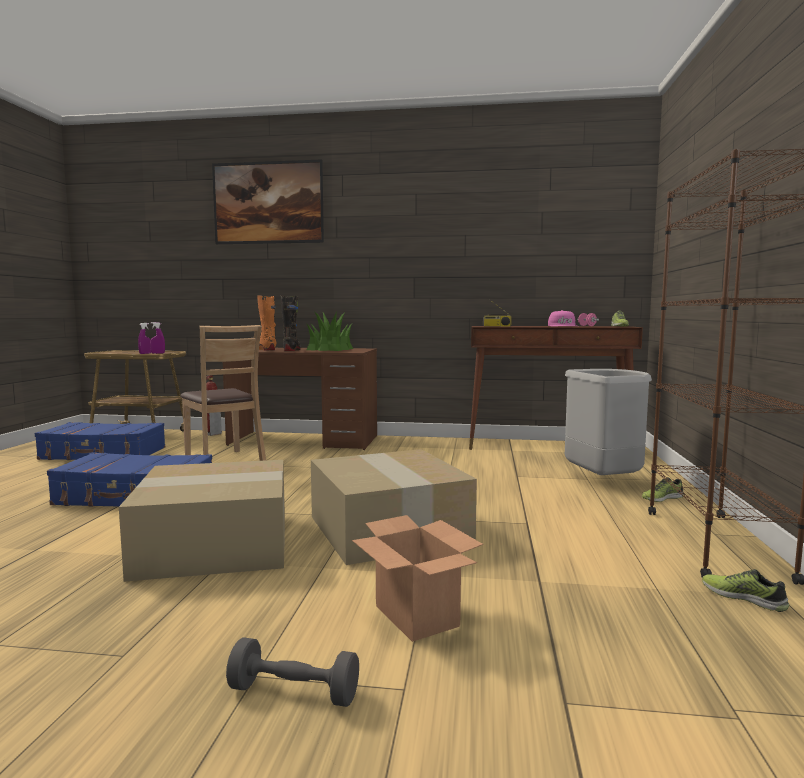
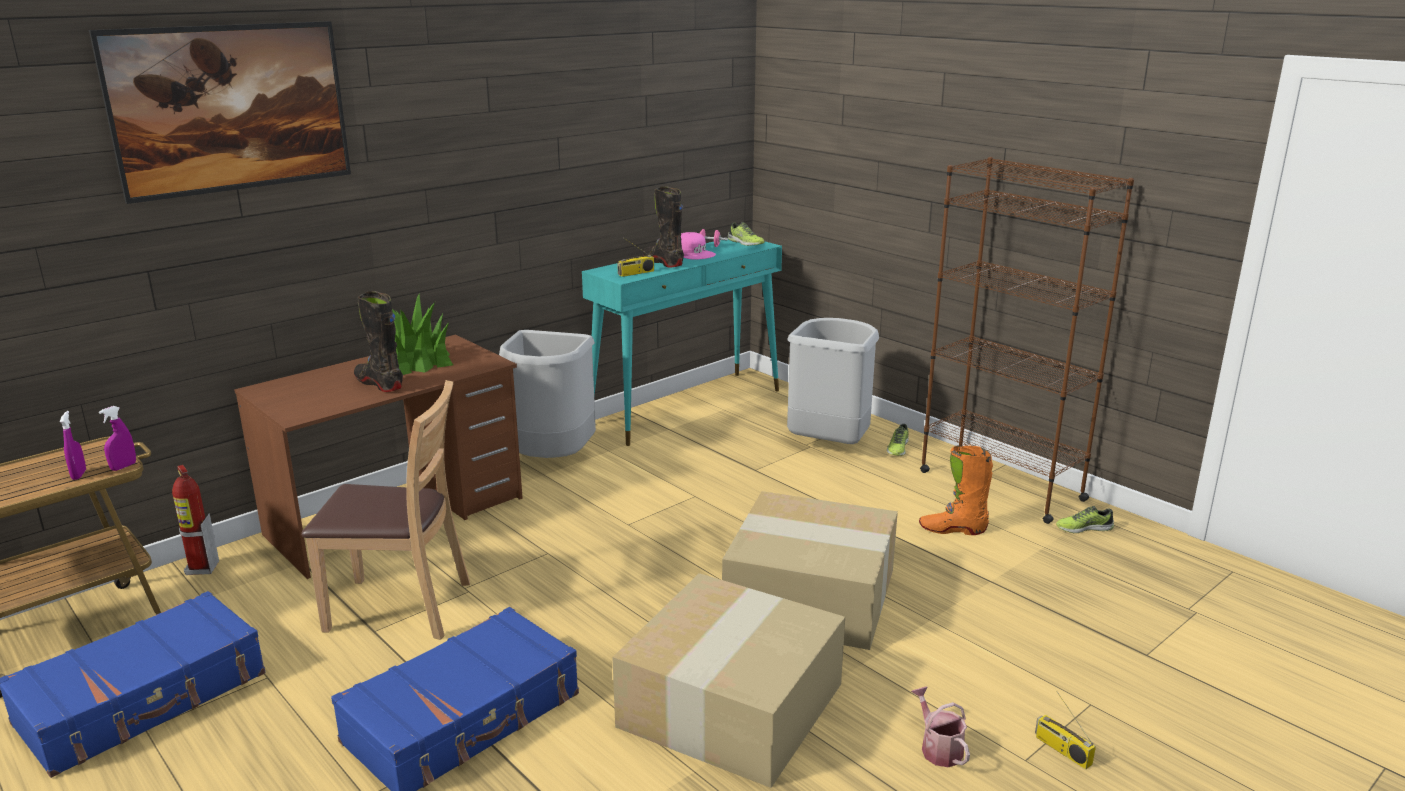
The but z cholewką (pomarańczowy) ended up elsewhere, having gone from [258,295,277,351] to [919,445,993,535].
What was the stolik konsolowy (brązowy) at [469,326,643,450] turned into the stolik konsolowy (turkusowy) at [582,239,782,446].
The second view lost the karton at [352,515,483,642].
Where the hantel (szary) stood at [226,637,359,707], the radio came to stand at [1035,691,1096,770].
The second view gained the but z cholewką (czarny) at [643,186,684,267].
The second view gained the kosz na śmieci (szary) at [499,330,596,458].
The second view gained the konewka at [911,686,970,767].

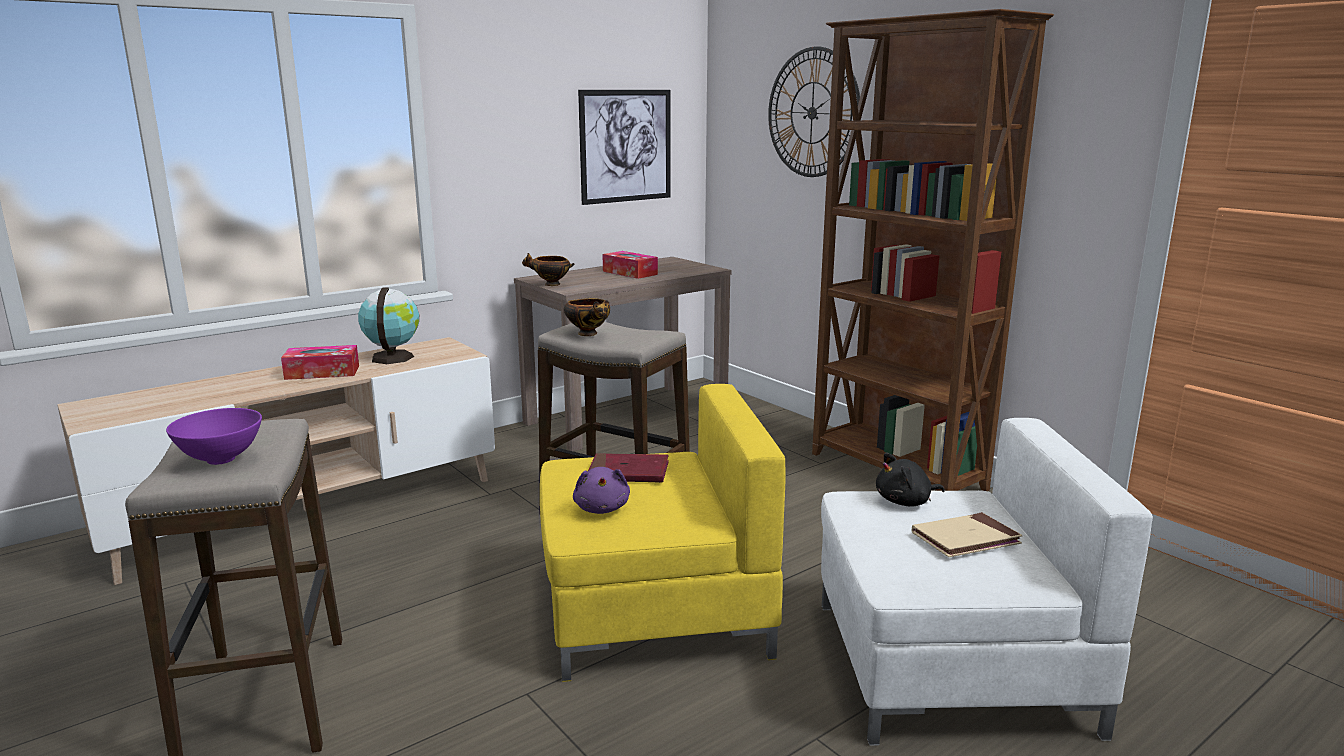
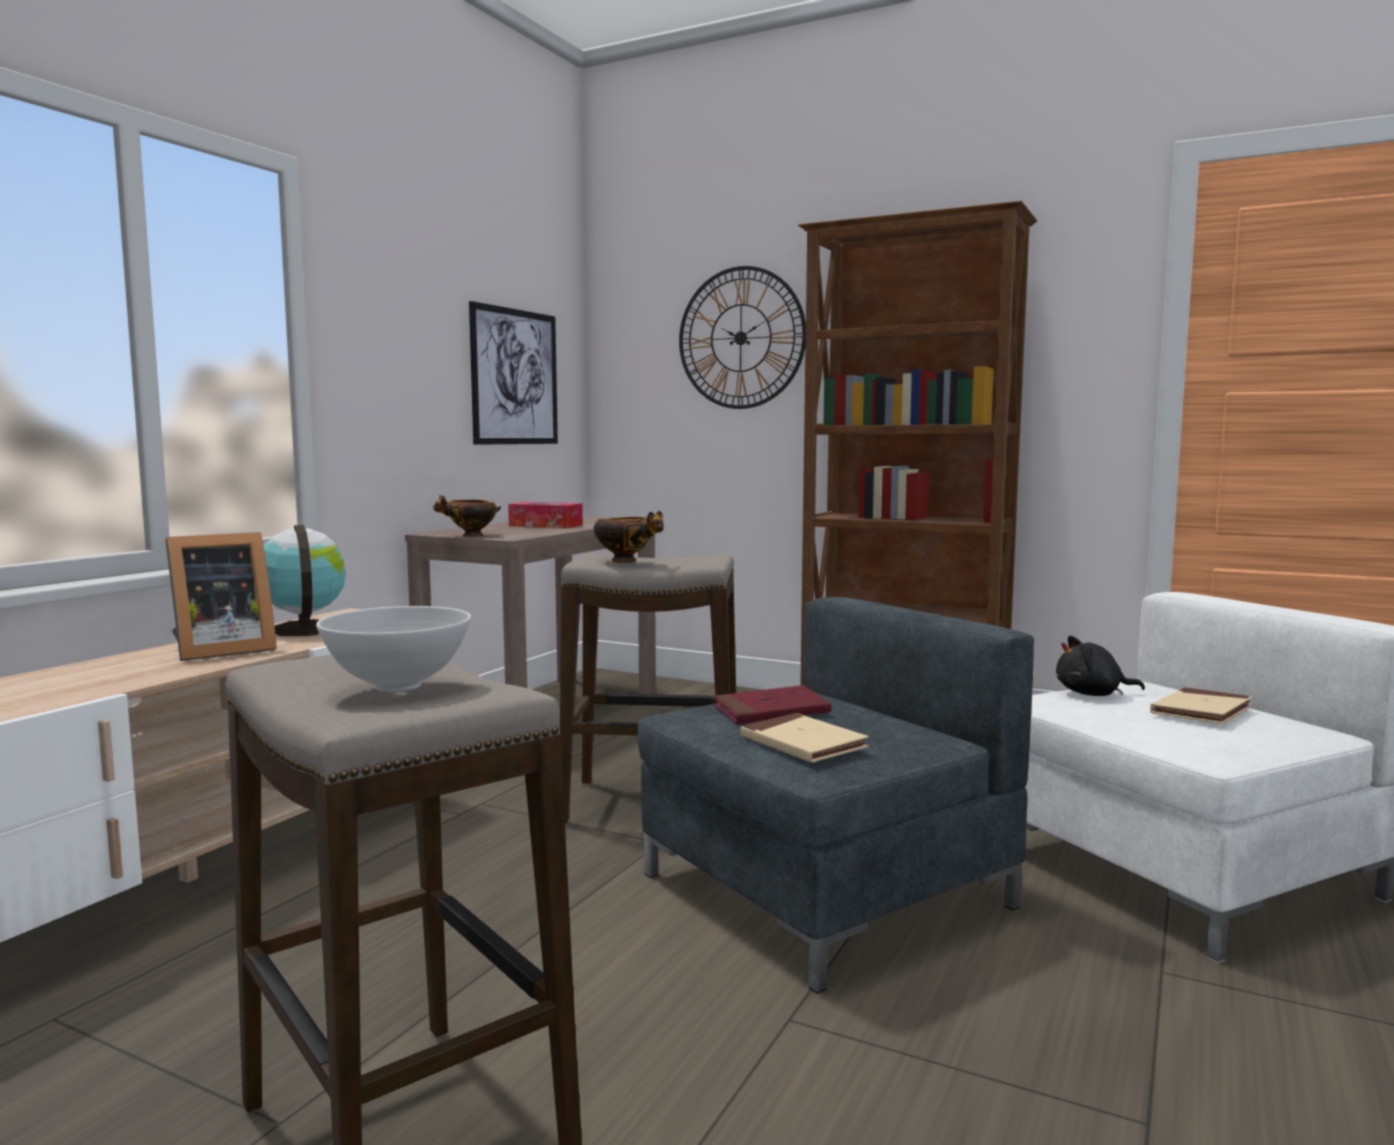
Where the pudełko chusteczek stood at [281,345,359,380], the ramka na zdjęcie came to stand at [165,532,277,661].
What was the fotel (żółty) at [540,384,785,682] turned into the fotel (szary) at [637,597,1034,994].
What was the miska (fioletowy) at [166,408,262,465] turned into the miska (biały) at [316,606,471,692].
The pluszak (czarny) at [876,453,945,506] ended up facing another way, 45 degrees clockwise from before.
Where the pluszak (fioletowy) stood at [573,467,630,514], the książka (beżowy) came to stand at [741,713,869,763].

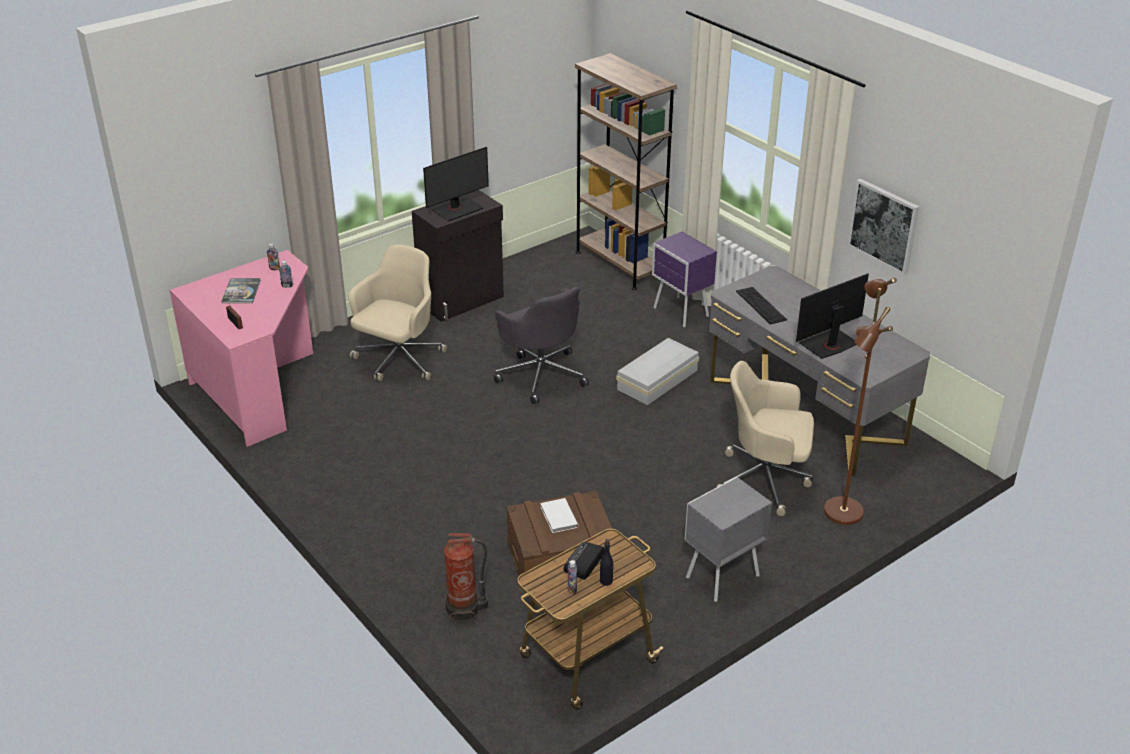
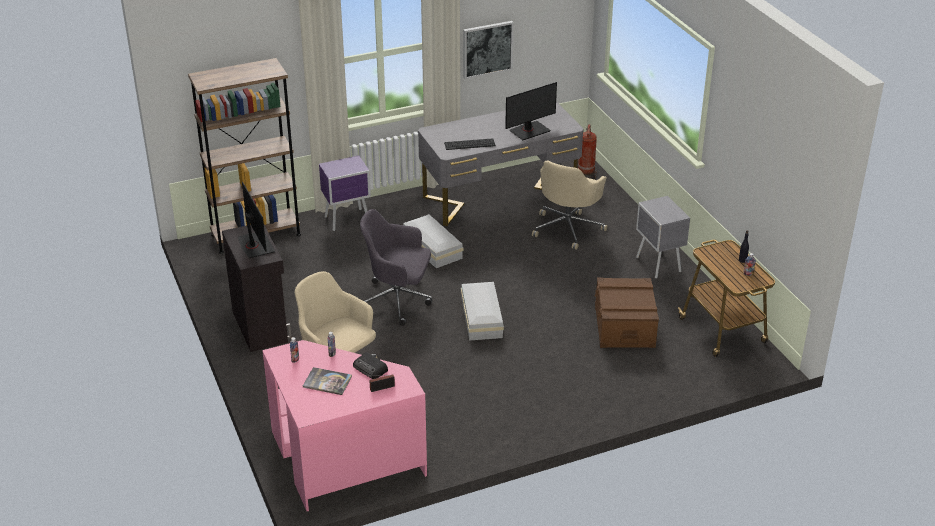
The monitor at [796,274,869,359] ended up facing another way, 105 degrees counterclockwise from before.
The second view lost the lampa stojąca (brązowy) at [824,277,897,525].
The krzesło biurowe (szary) at [494,287,589,404] ended up facing another way, 150 degrees counterclockwise from before.
The second view lost the książka (biały) at [540,498,578,533].
The gaśnica ended up elsewhere, having gone from [444,533,488,621] to [578,124,597,180].
The radio ended up elsewhere, having gone from [564,542,605,580] to [353,352,388,379].
The second view gained the pojemnik do przechowywania (biały) at [461,282,504,341].

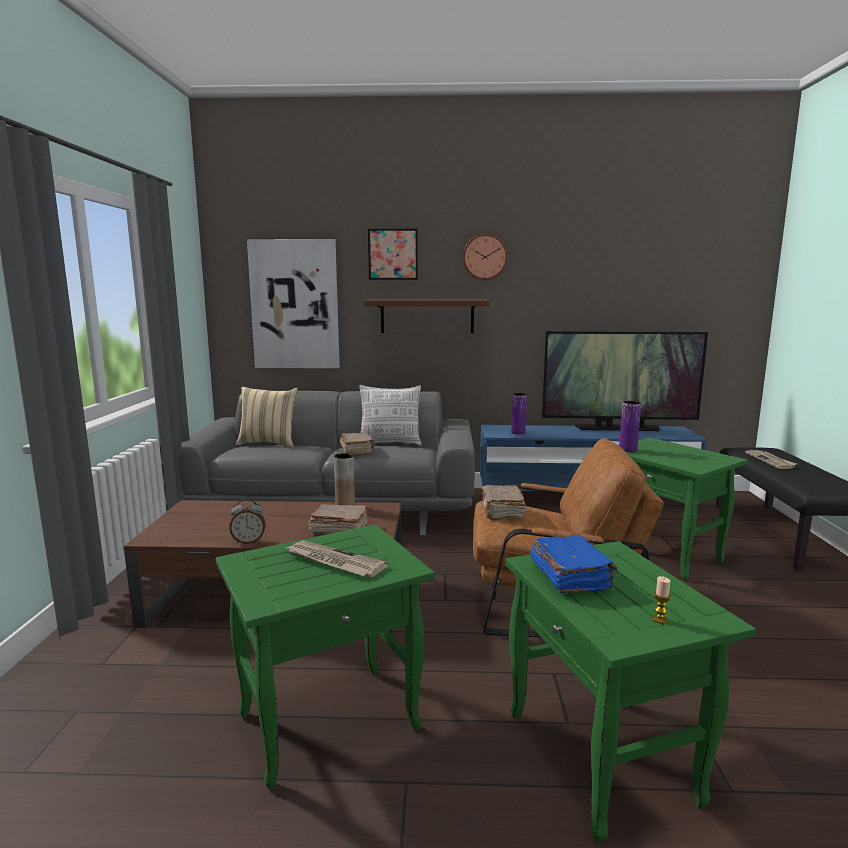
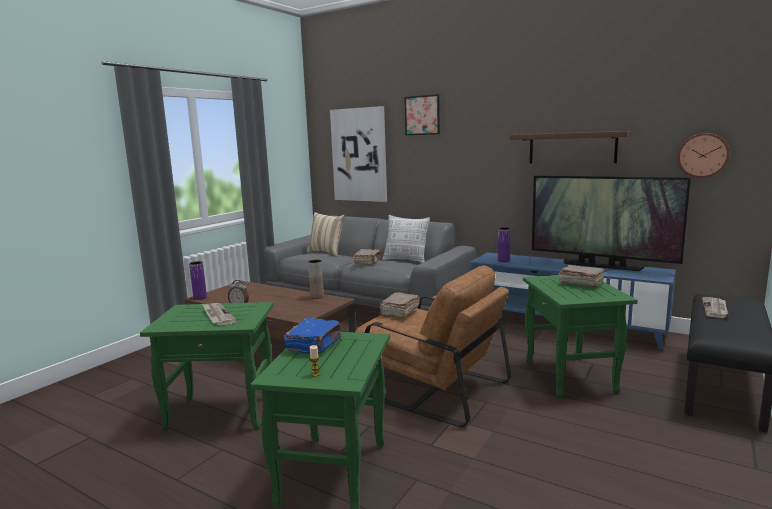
The zegar ścienny ended up elsewhere, having gone from [463,234,508,280] to [677,133,729,178].
The półka (brązowy) ended up elsewhere, having gone from [364,300,489,333] to [510,131,632,163].
The wazon (fioletowy) ended up elsewhere, having gone from [619,401,641,452] to [189,261,207,300].
The książka (brązowy) ended up elsewhere, having gone from [308,504,368,534] to [558,265,605,287].

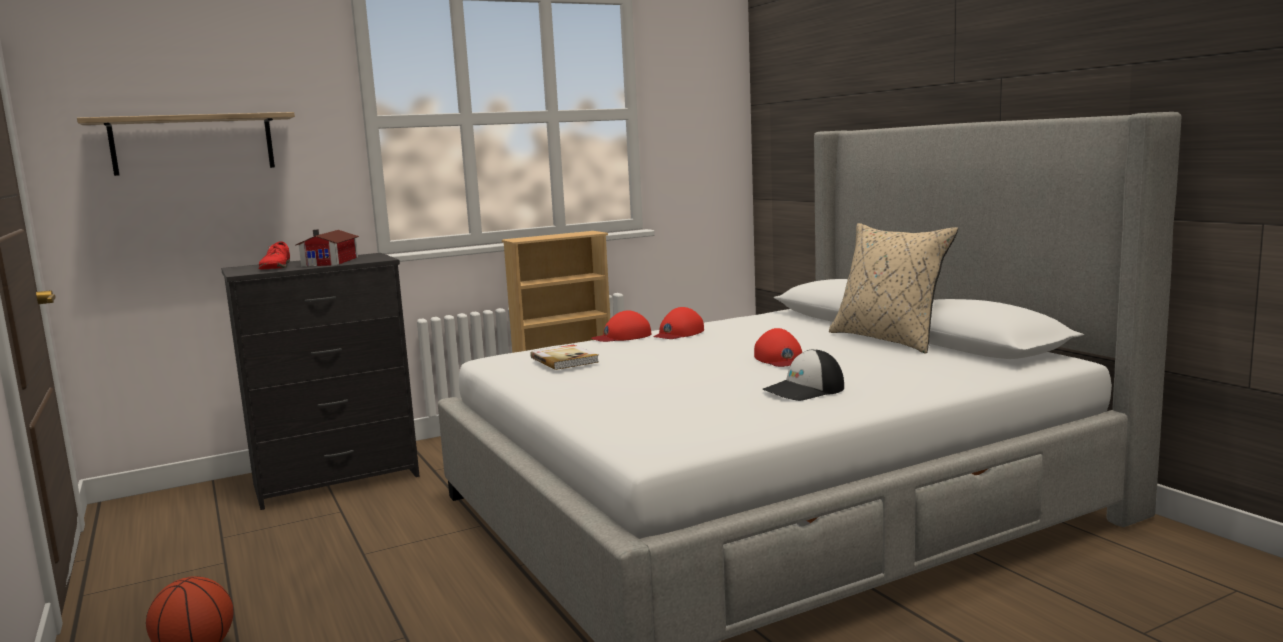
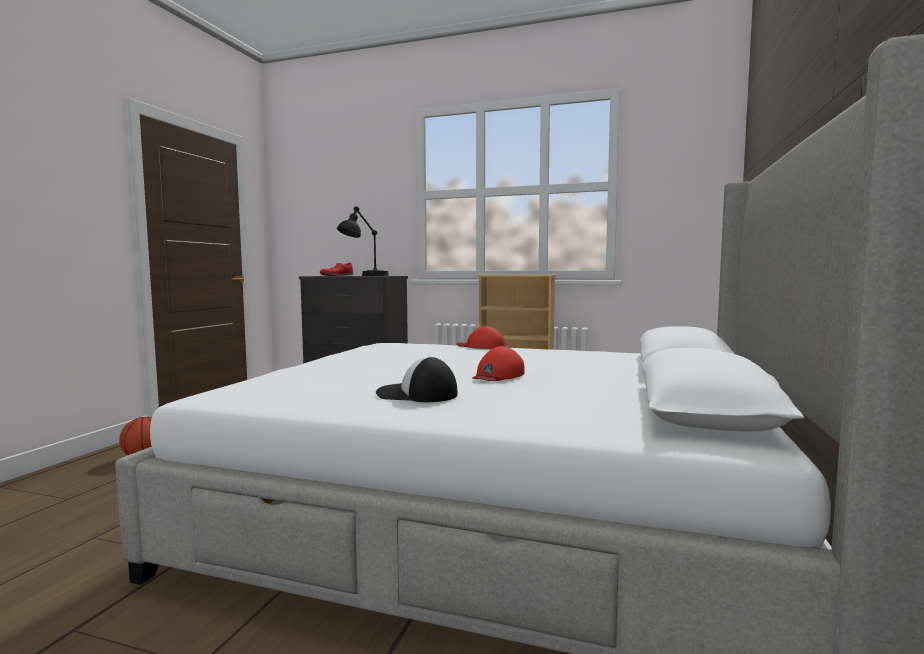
The second view lost the półka at [77,112,295,176].
The second view lost the poduszka (beżowy) at [829,223,958,354].
Where the domek stood at [296,229,359,267], the lampa stołowa (czarny) came to stand at [337,206,389,276].
The second view lost the czapka z daszkiem (czerwony) at [653,307,704,339].
The second view lost the książka at [530,344,599,370].

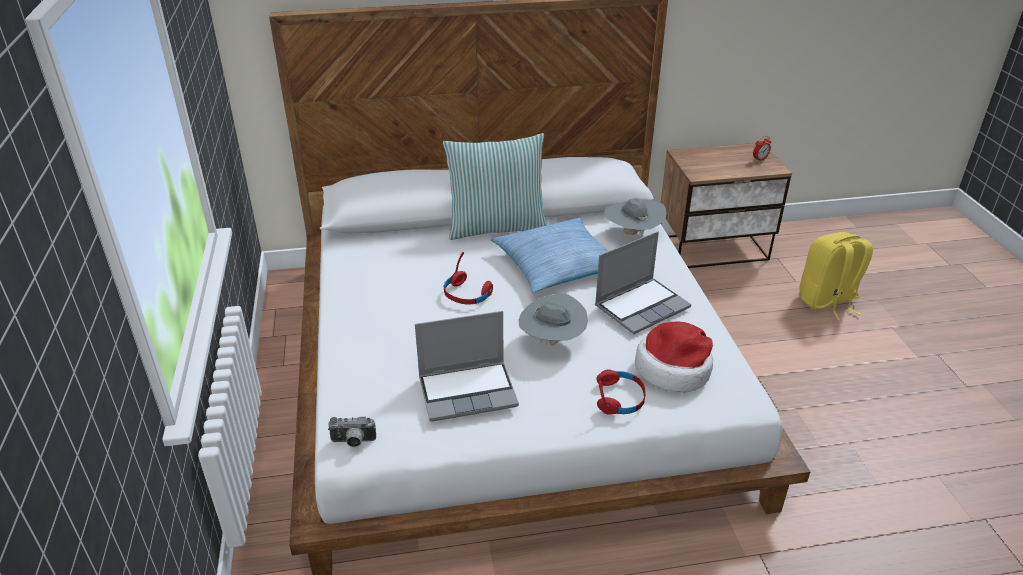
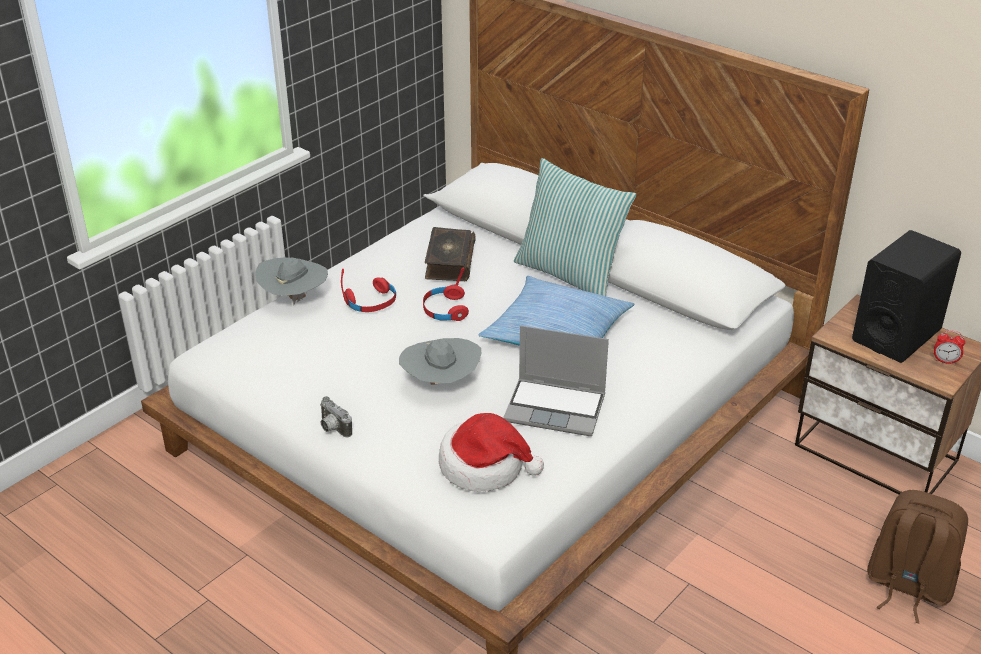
The kapelusz (szary) ended up elsewhere, having gone from [604,198,666,238] to [255,257,328,306].
What was the plecak (żółty) at [799,232,873,321] turned into the plecak (brązowy) at [867,490,968,623].
The second view lost the laptop at [415,311,519,422].
The słuchawki (czerwony) ended up elsewhere, having gone from [597,369,646,415] to [341,269,396,312].
The aparat fotograficzny ended up elsewhere, having gone from [328,417,376,447] to [320,396,352,438].
The second view gained the książka at [425,227,476,281].
The second view gained the głośnik (czarny) at [852,230,961,363].

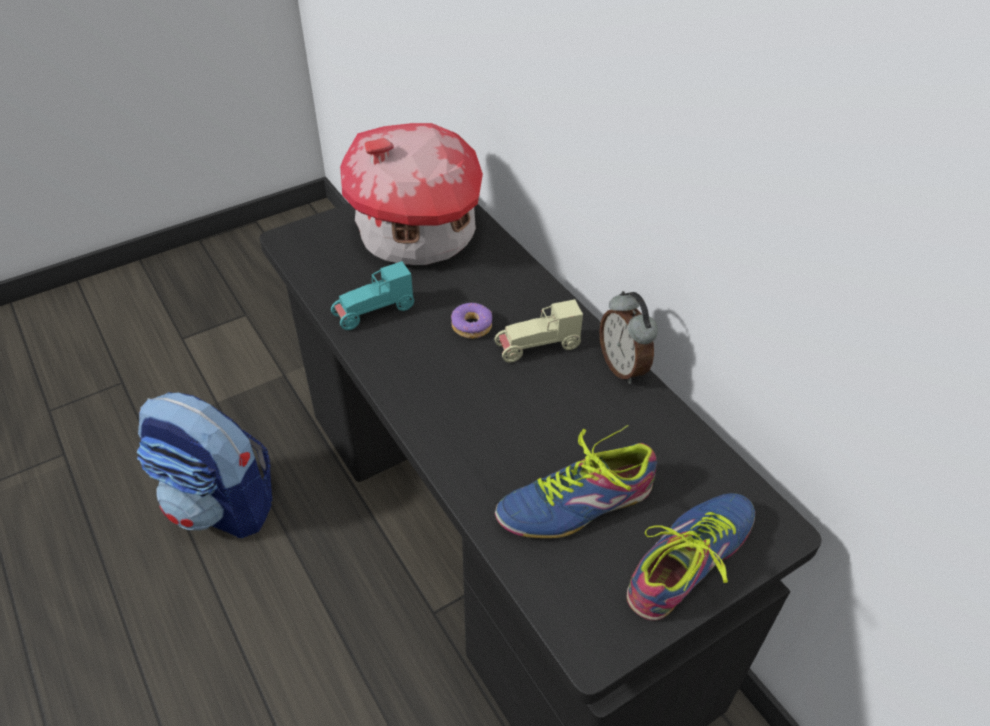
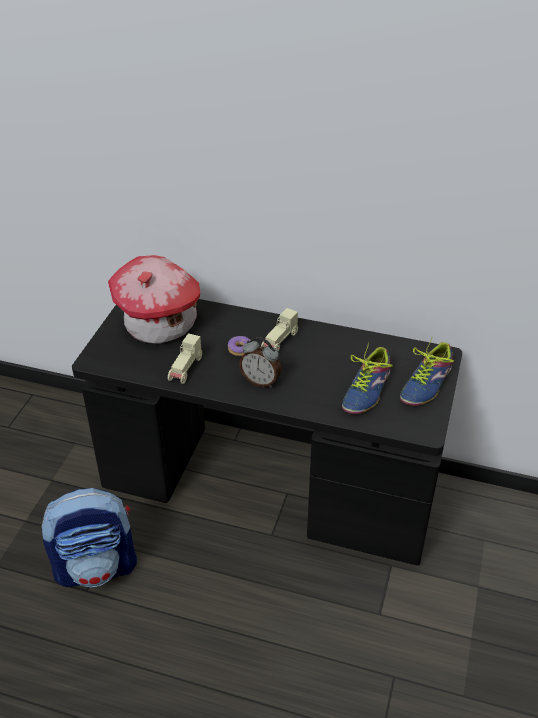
What was the samochodzik (turkusowy) at [331,261,414,330] turned into the samochodzik (beżowy) at [168,333,202,384].
The budzik ended up elsewhere, having gone from [599,291,658,384] to [239,337,281,387].
The but at [627,493,755,621] ended up facing another way, 150 degrees counterclockwise from before.

